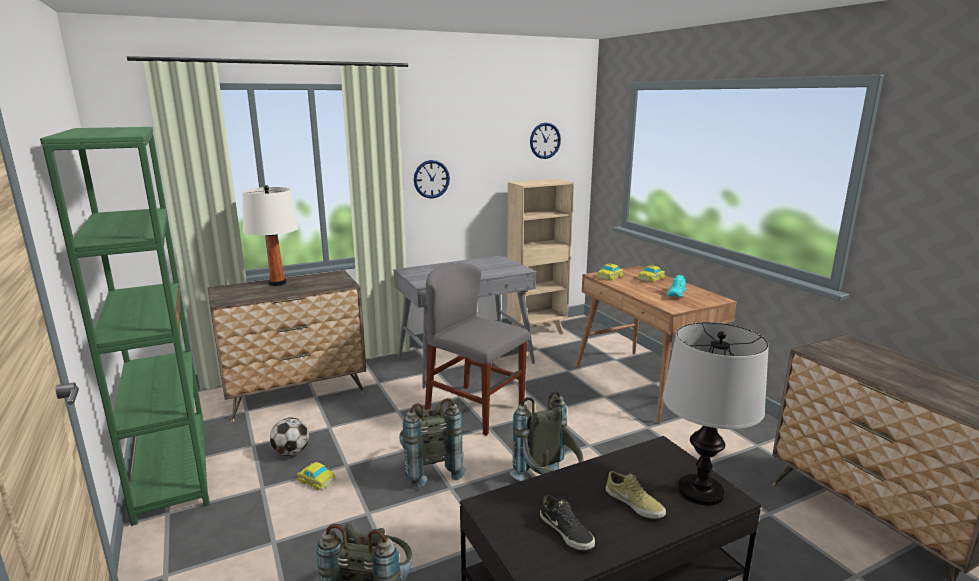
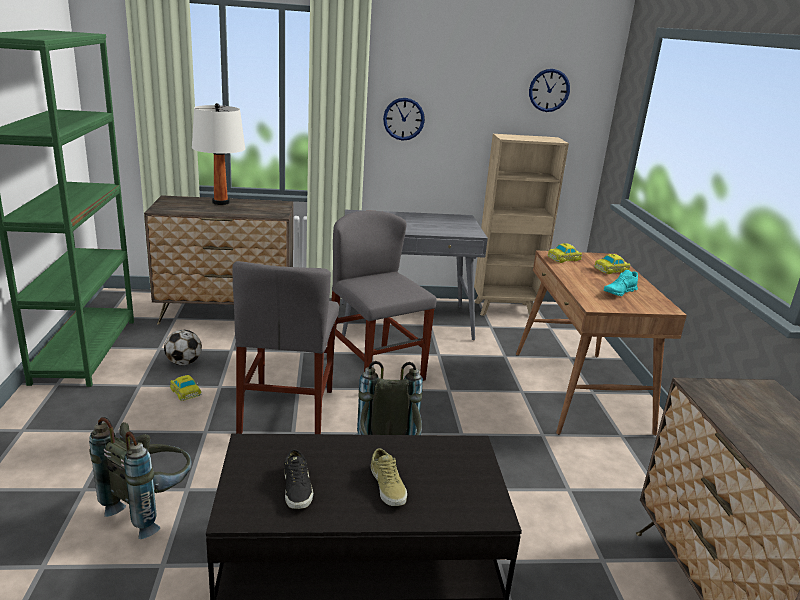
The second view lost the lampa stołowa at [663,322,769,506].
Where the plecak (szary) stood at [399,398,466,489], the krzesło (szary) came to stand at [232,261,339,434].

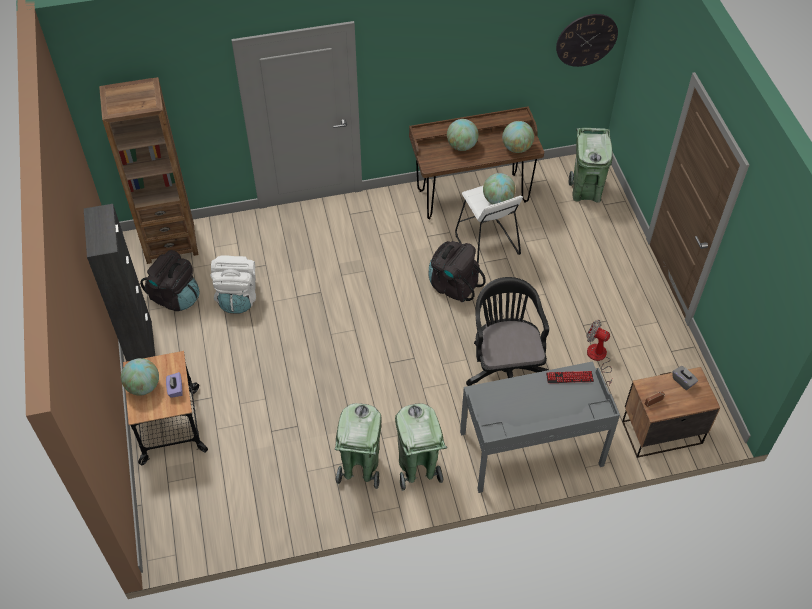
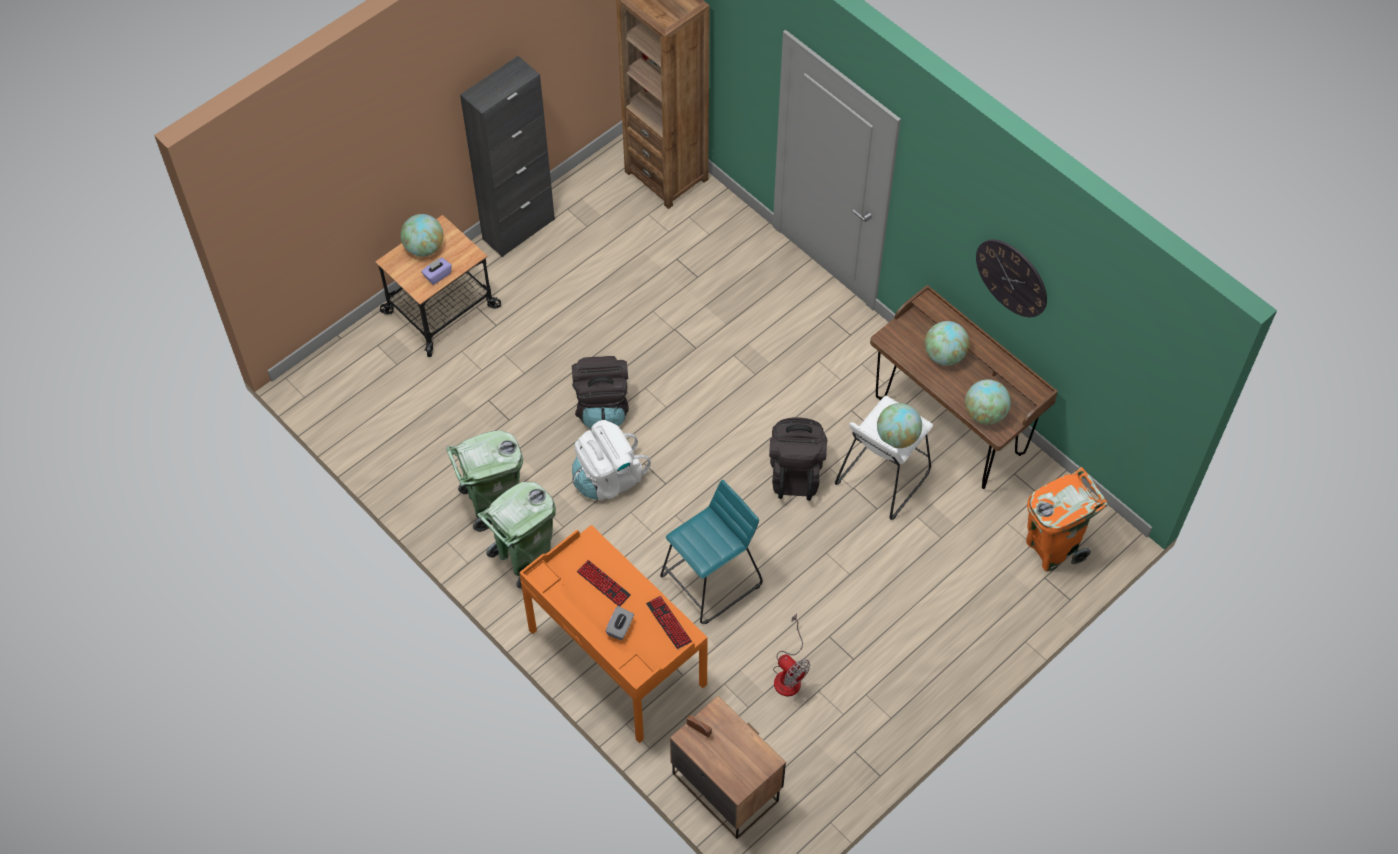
The zegar ścienny ended up elsewhere, having gone from [556,14,618,67] to [976,239,1047,317].
What was the kosz na śmieci (zielony) at [568,128,612,203] turned into the kosz na śmieci (pomarańczowy) at [1026,466,1107,572].
The plecak (czarny) ended up elsewhere, having gone from [140,250,200,311] to [572,356,629,429].
The plecak (biały) ended up elsewhere, having gone from [210,256,256,313] to [572,420,651,500].
Where the krzesło biurowe (czarny) stood at [466,277,549,386], the stołek (turkusowy) came to stand at [660,480,763,624].
The wentylator at [586,320,612,385] ended up facing another way, 135 degrees clockwise from before.
What was the biurko (szary) at [460,361,620,493] turned into the biurko (pomarańczowy) at [519,525,708,743].
The pudełko chusteczek (szary) ended up elsewhere, having gone from [672,366,698,390] to [606,606,634,640].
The second view gained the klawiatura at [577,560,631,606].

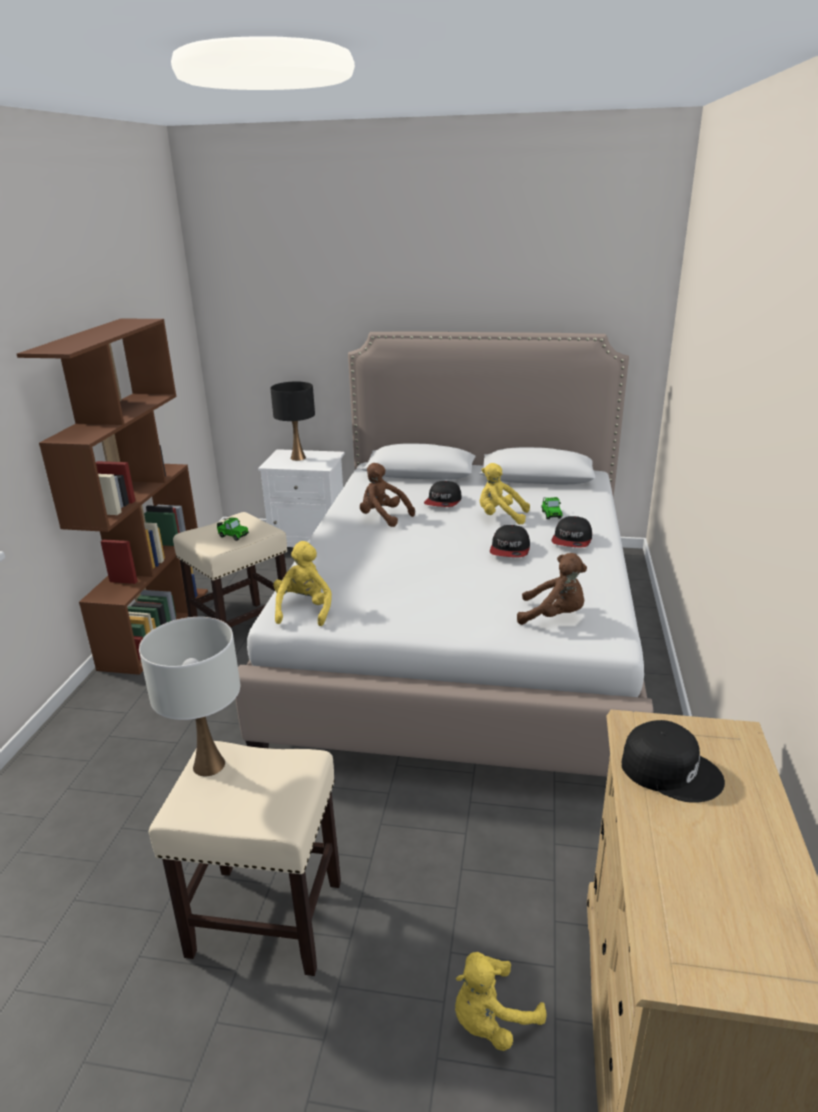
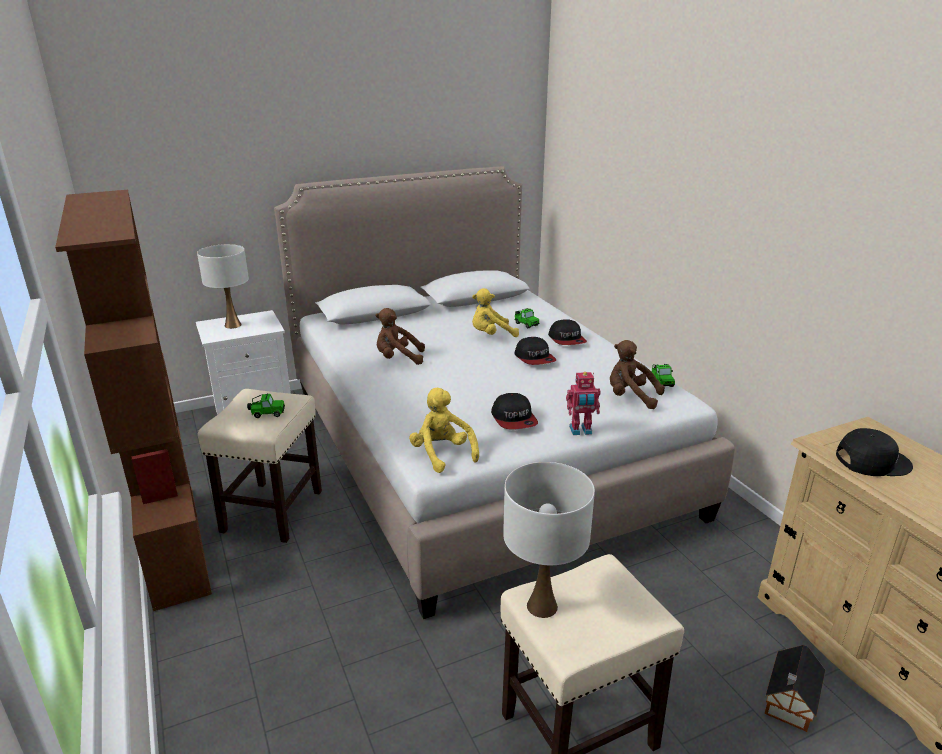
What was the lampa stołowa (czarny) at [270,382,315,461] turned into the lampa stołowa (biały) at [197,244,249,329].
The czapka z daszkiem ended up elsewhere, having gone from [424,481,461,507] to [491,393,538,429].
The pluszak (brązowy) at [517,553,587,625] ended up facing another way, 135 degrees counterclockwise from before.
Where the pluszak (żółty) stood at [455,952,547,1051], the domek came to stand at [765,645,825,732].
The second view gained the samochodzik at [652,364,675,387].
The second view gained the robot zabawkowy at [566,372,601,435].

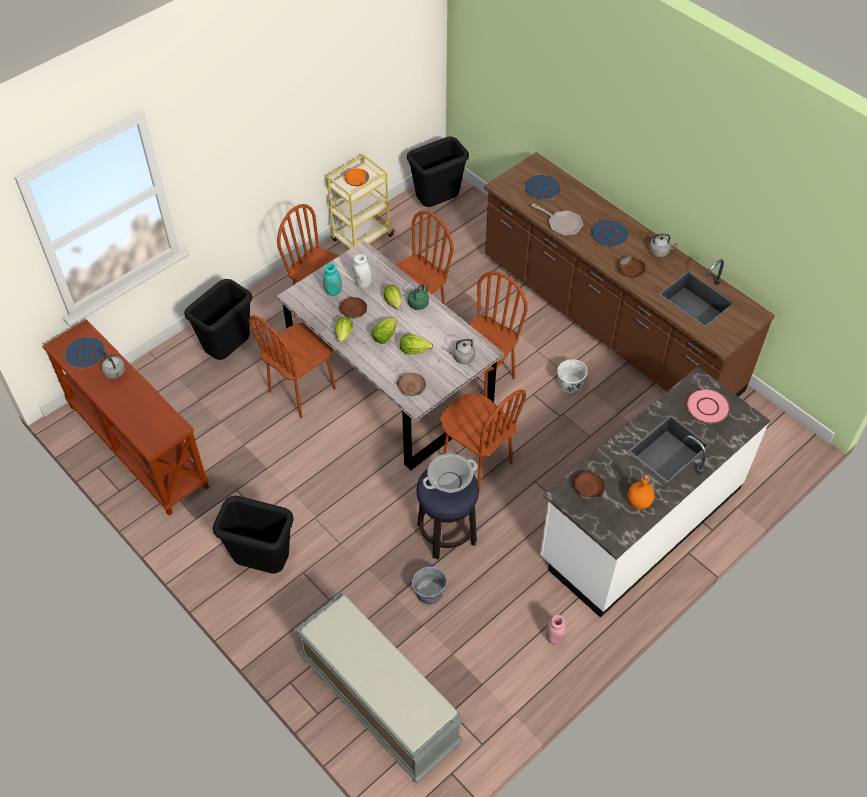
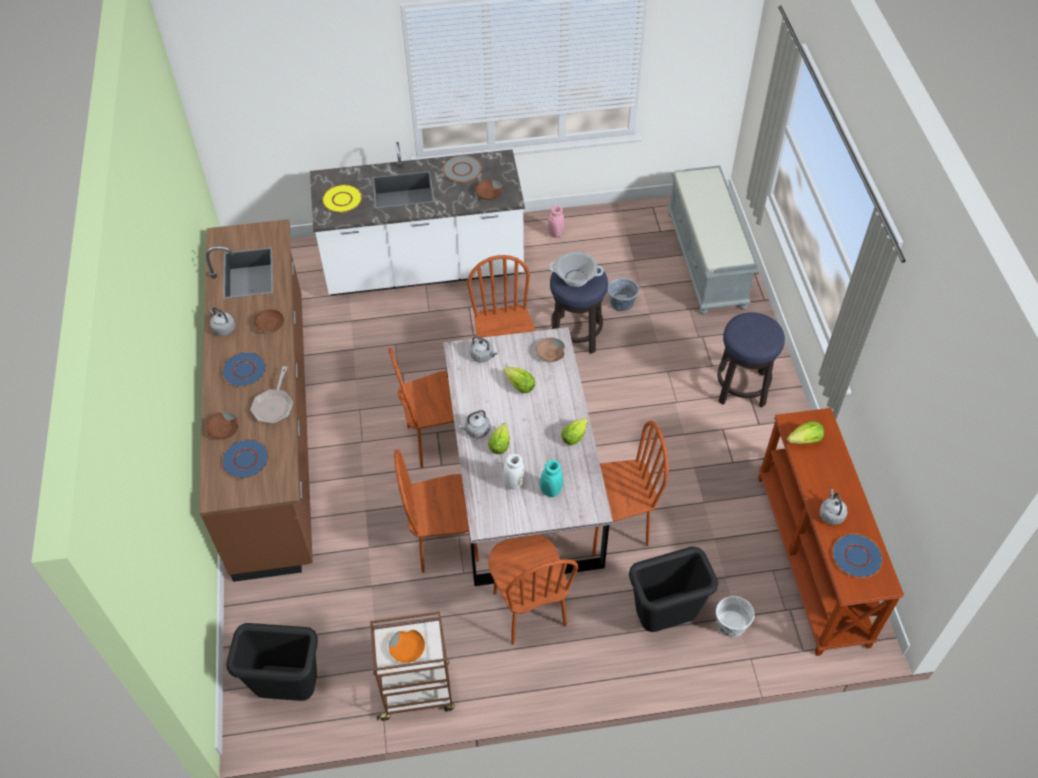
What was the wózek (żółty) at [326,154,394,249] turned into the wózek (brązowy) at [370,611,455,721].
The patelnia at [532,204,583,236] ended up facing another way, 150 degrees counterclockwise from before.
What was the czajnik (zielony) at [408,284,430,310] turned into the czajnik (szary) at [458,410,490,438].
The miska (brązowy) ended up elsewhere, having gone from [339,297,367,319] to [206,412,238,439].
The sałata ended up elsewhere, having gone from [371,317,398,344] to [787,421,824,444].
The wiadro (biały) ended up elsewhere, having gone from [557,359,588,393] to [716,595,755,637].
What was the talerz (różowy) at [686,389,730,424] turned into the talerz (żółty) at [322,185,362,213].
Where the butelka (pomarańczowy) stood at [628,475,655,509], the talerz (szary) came to stand at [443,155,482,182].
Where the kosz na śmieci (czarny) stood at [213,496,294,574], the stołek came to stand at [717,313,785,408].

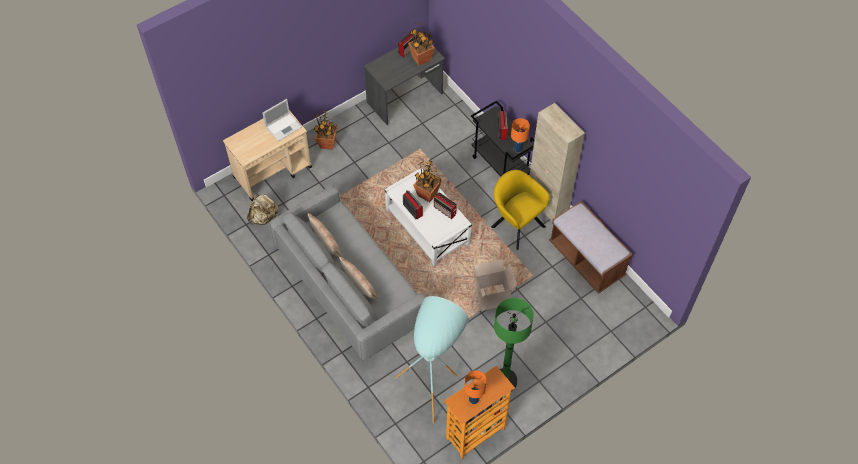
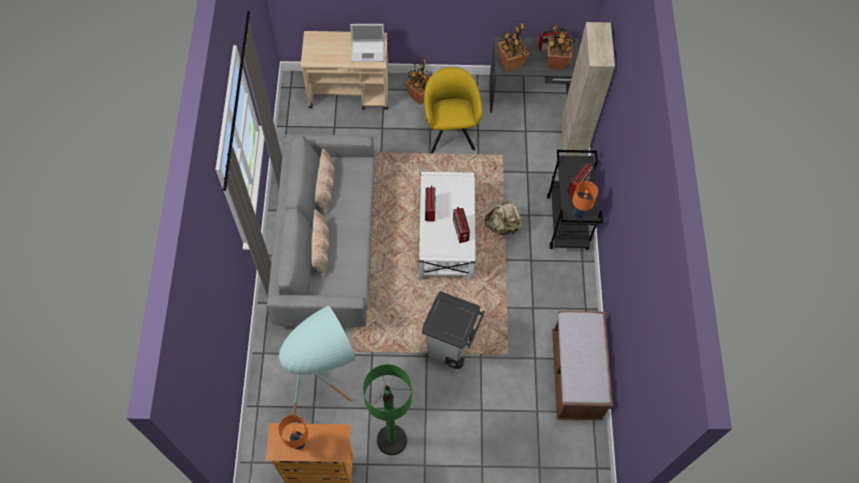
The szafka (beżowy) ended up elsewhere, having gone from [530,103,585,221] to [561,22,615,156].
The roślina doniczkowa ended up elsewhere, having gone from [413,160,442,202] to [498,21,529,72].
The fotel (żółty) ended up elsewhere, having gone from [491,170,550,250] to [424,67,482,154].
The plecak (beżowy) ended up elsewhere, having gone from [247,194,279,225] to [485,199,523,236].
Where the karton stood at [473,259,517,311], the kosz na śmieci (szary) came to stand at [422,291,485,369].

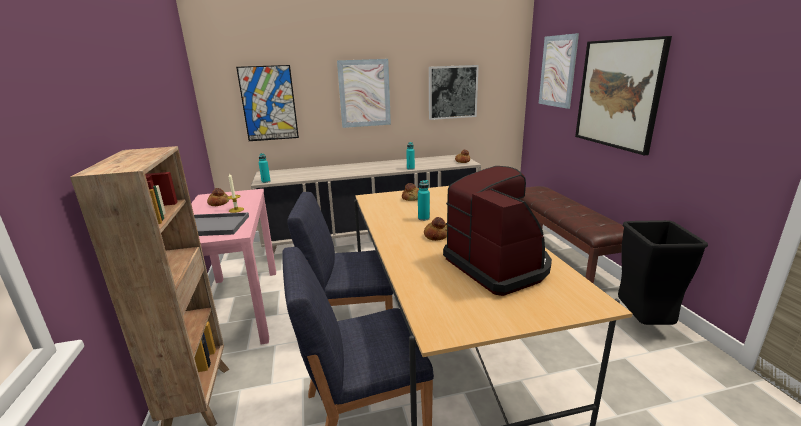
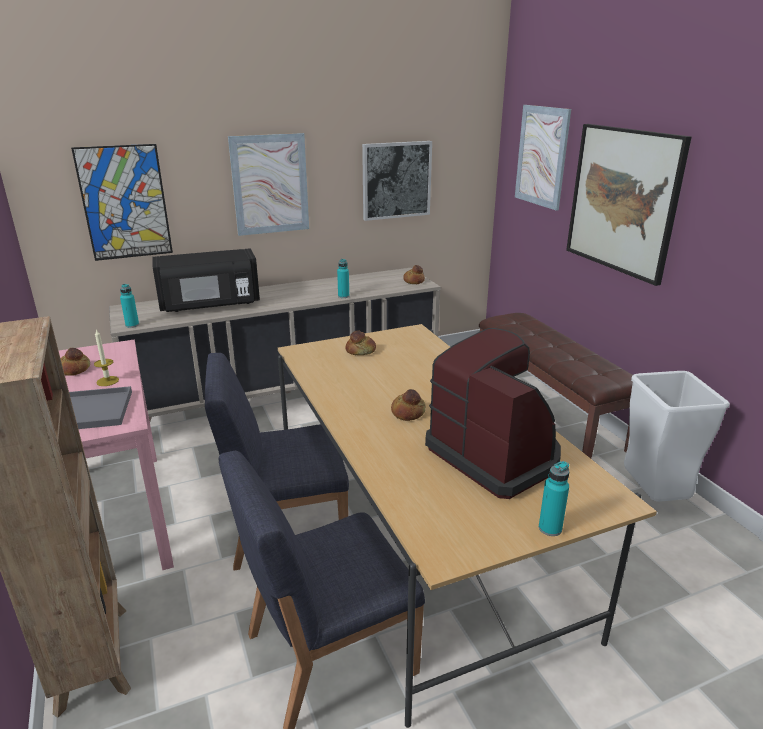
The butelka (turkusowy) ended up elsewhere, having gone from [418,180,430,221] to [539,461,569,536].
What was the kosz na śmieci (czarny) at [618,220,708,325] turned into the kosz na śmieci (biały) at [624,371,730,502].
The second view gained the mikrofalówka (czarny) at [152,248,260,312].

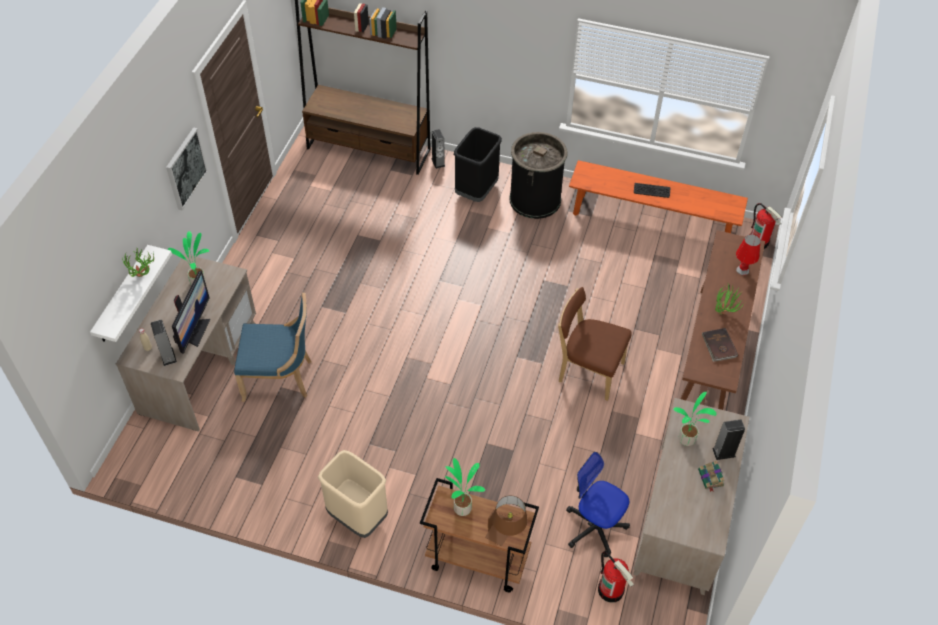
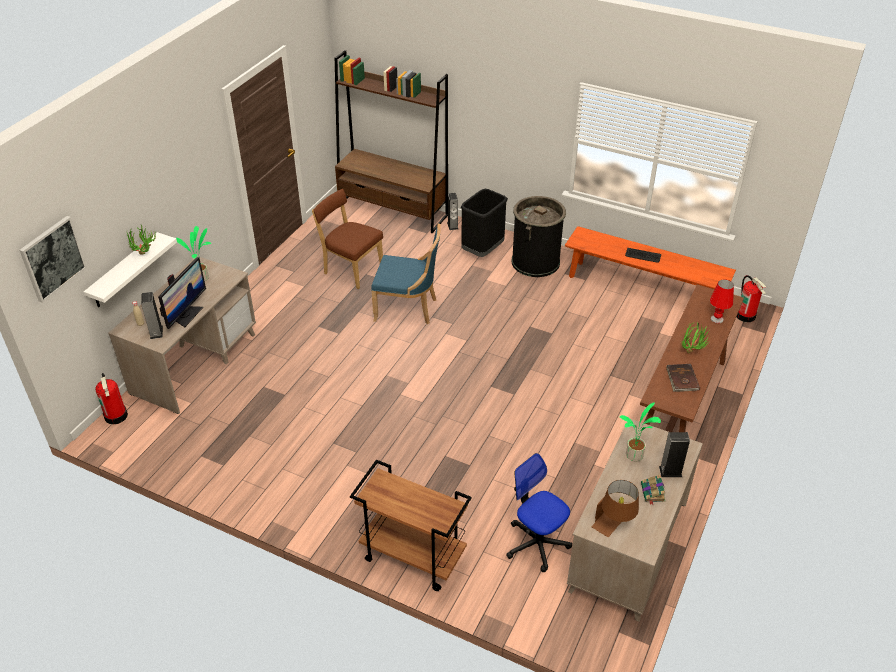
The obraz ended up elsewhere, having gone from [166,127,208,210] to [19,216,87,303].
The krzesło (brązowy) ended up elsewhere, having gone from [558,287,632,401] to [312,189,383,289].
The krzesło (niebieski) ended up elsewhere, having gone from [234,293,311,402] to [371,224,441,324].
The second view lost the kosz na śmieci (beżowy) at [318,450,388,538].
The second view lost the roślina doniczkowa at [445,458,485,516].
The lampa stołowa (brązowy) ended up elsewhere, having gone from [485,496,528,546] to [591,480,639,537].
The gaśnica ended up elsewhere, having gone from [598,552,634,603] to [95,373,128,424].

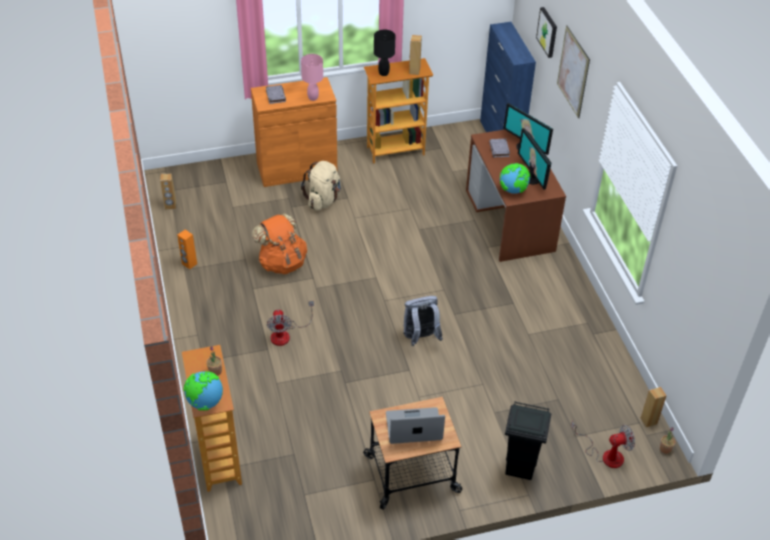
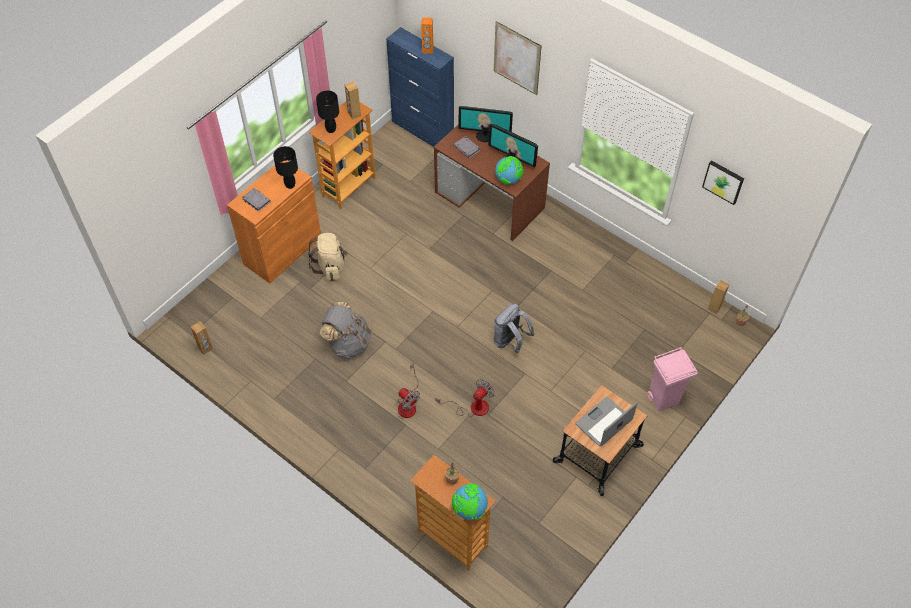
The obraz ended up elsewhere, having gone from [536,7,557,58] to [702,160,744,205].
What was the lampa stołowa (różowy) at [301,54,323,101] turned into the lampa stołowa (czarny) at [273,146,298,189].
What was the plecak (pomarańczowy) at [252,213,307,274] turned into the plecak (szary) at [320,302,372,359].
The głośnik (pomarańczowy) ended up elsewhere, having gone from [177,229,197,269] to [421,17,434,54].
What was the kosz na śmieci (czarny) at [505,402,551,480] turned into the kosz na śmieci (różowy) at [647,347,698,411].
The wentylator ended up elsewhere, having gone from [571,420,635,468] to [436,379,495,417].

